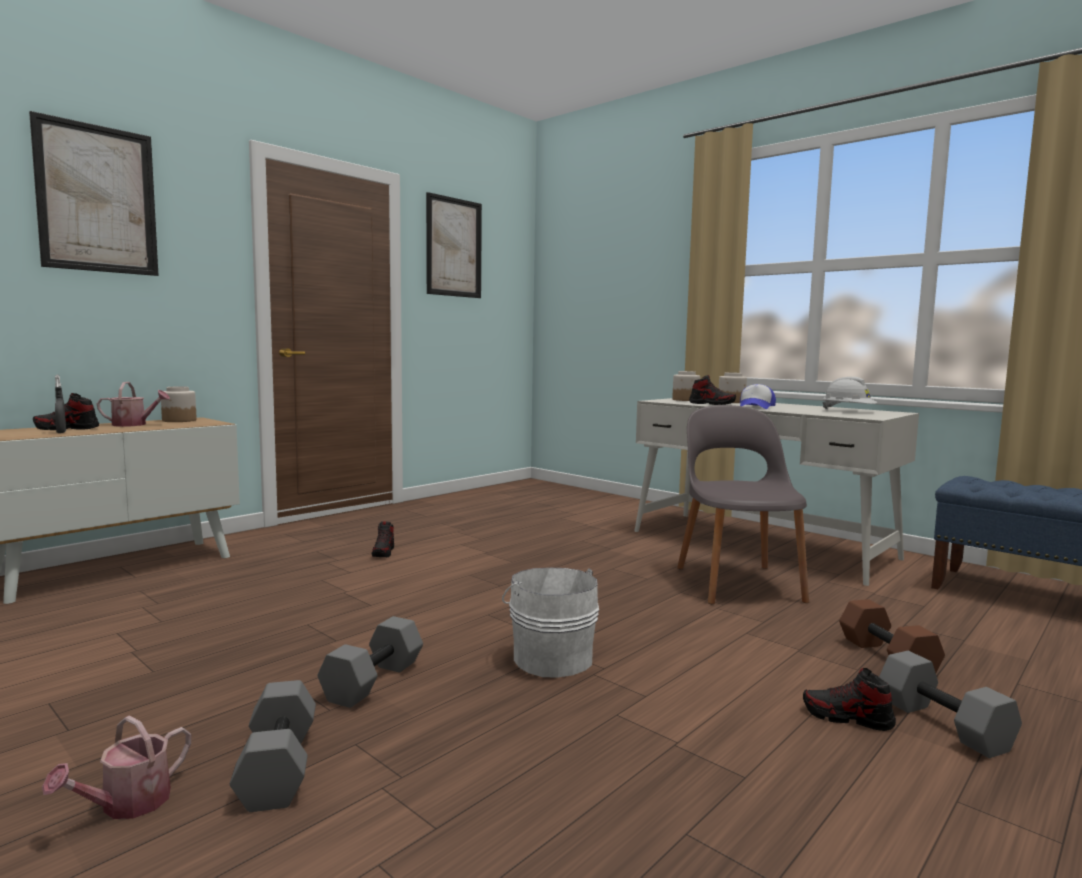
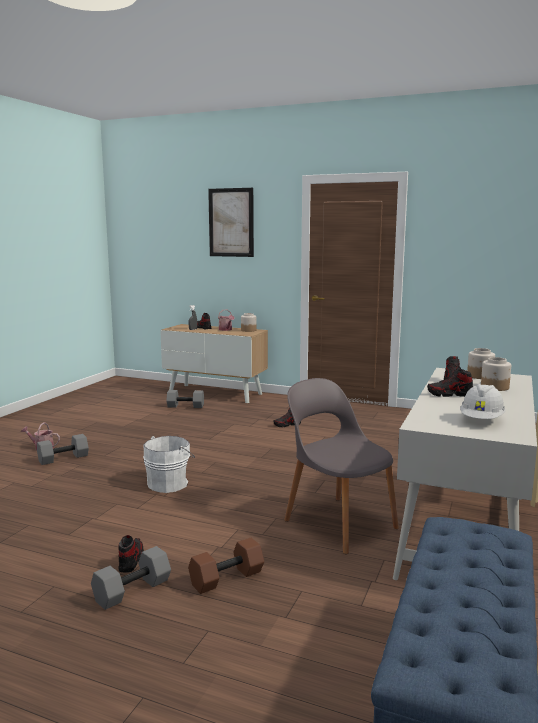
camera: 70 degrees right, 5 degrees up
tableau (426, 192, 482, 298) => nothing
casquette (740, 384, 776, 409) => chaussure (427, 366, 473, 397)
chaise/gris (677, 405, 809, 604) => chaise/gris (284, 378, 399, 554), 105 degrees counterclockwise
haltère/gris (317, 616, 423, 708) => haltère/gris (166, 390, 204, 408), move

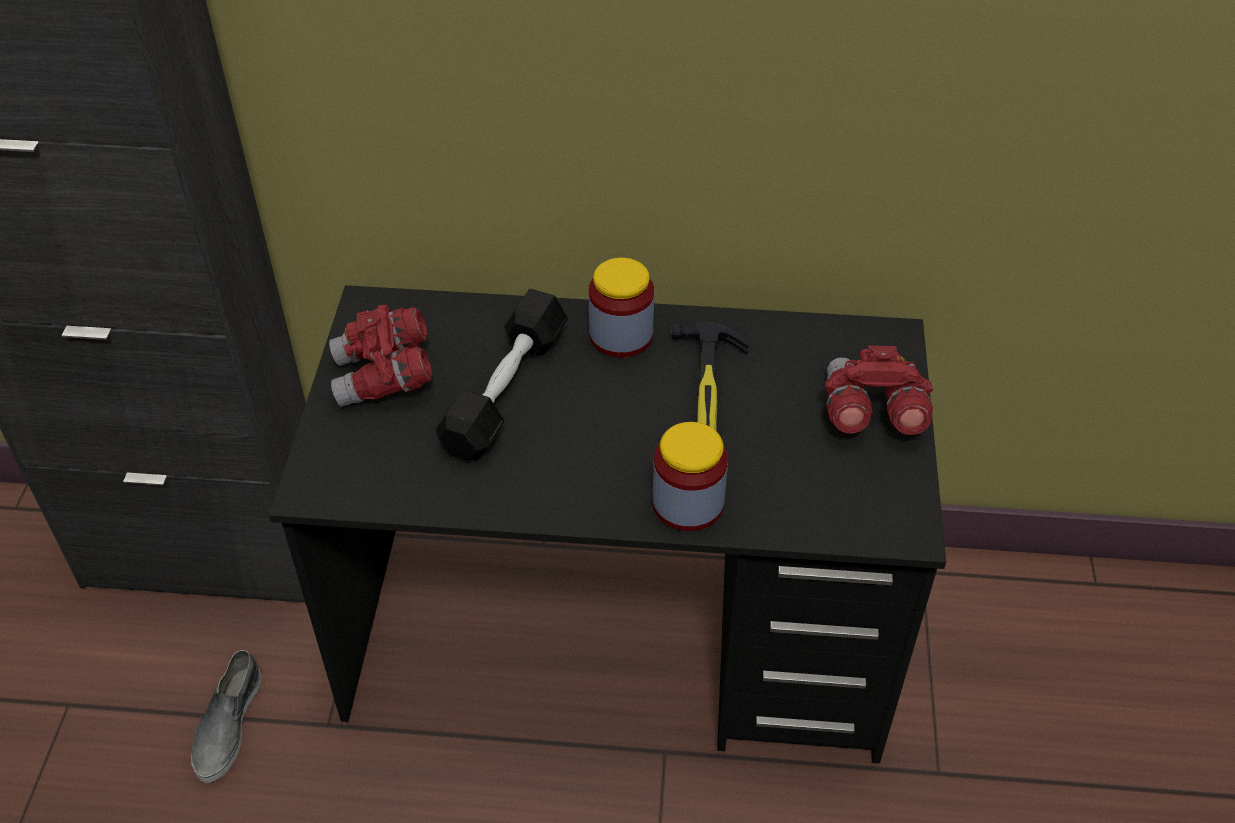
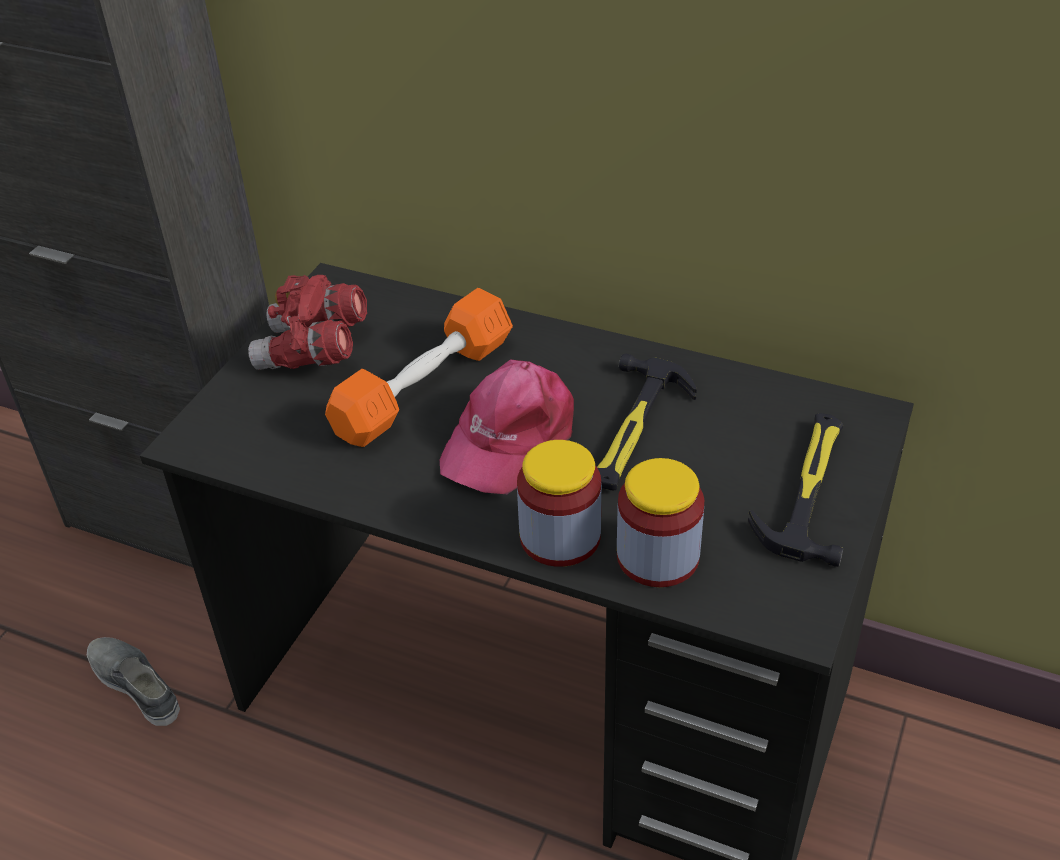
camera: 20 degrees right, 5 degrees down
bocal (589, 258, 654, 358) => bocal (617, 458, 704, 587), move
haltère/noir (436, 289, 568, 461) => haltère/orange (325, 288, 513, 447)
jumelles/rouge (825, 345, 933, 435) => marteau (748, 413, 843, 567)
chaussure/gris (191, 650, 262, 783) => chaussure/gris (87, 637, 180, 726), 105 degrees clockwise
nothing => casquette/rose (439, 359, 574, 494)

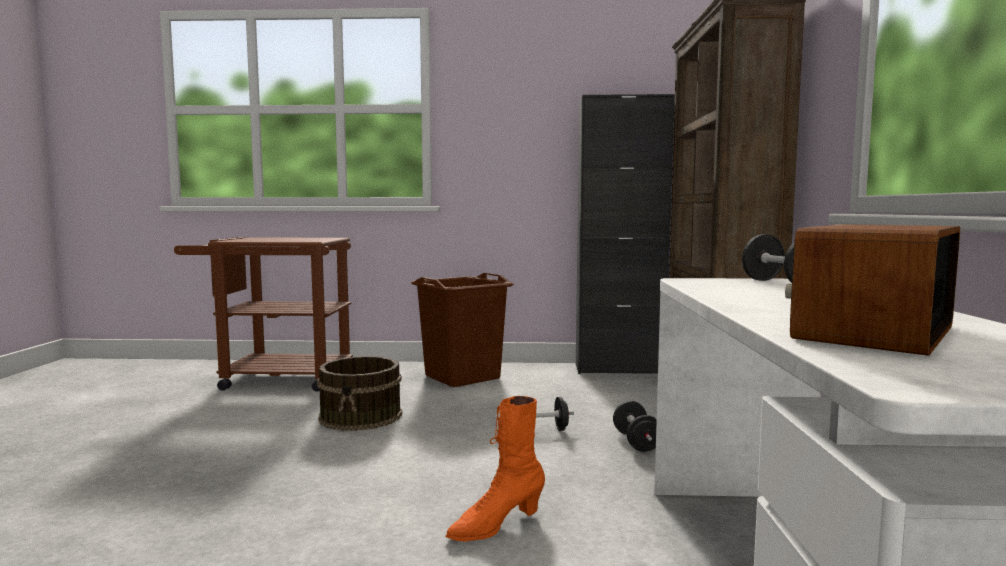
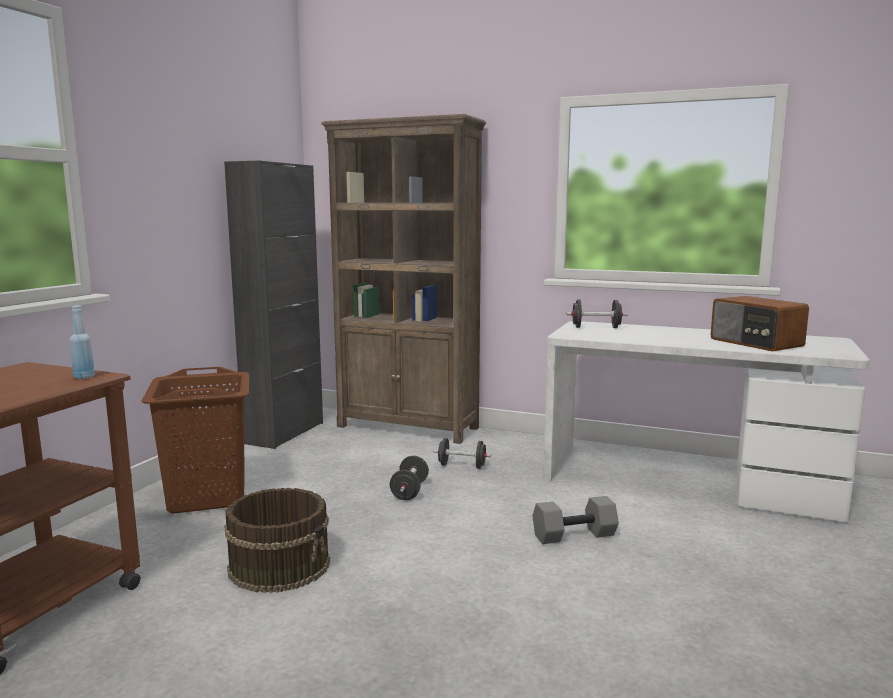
camera: 70 degrees left, 5 degrees up
botte/orange (445, 396, 545, 542) => haltère/gris (532, 496, 619, 544)
nothing => bouteille/bleu (70, 305, 95, 379)

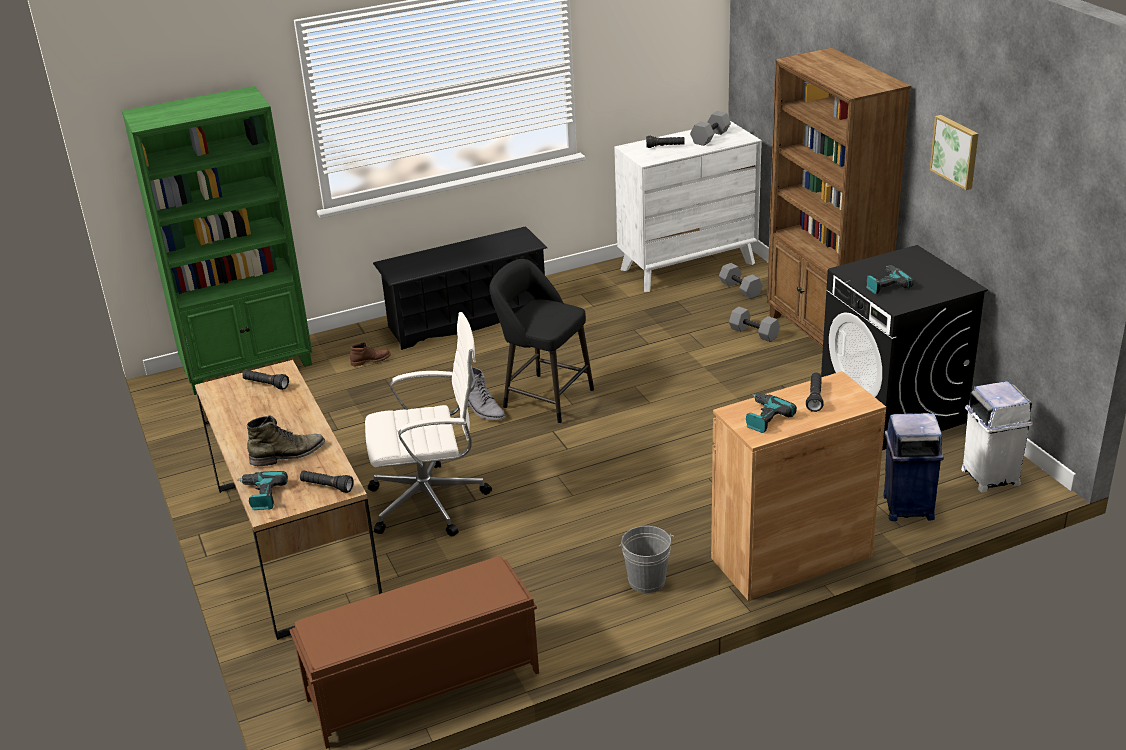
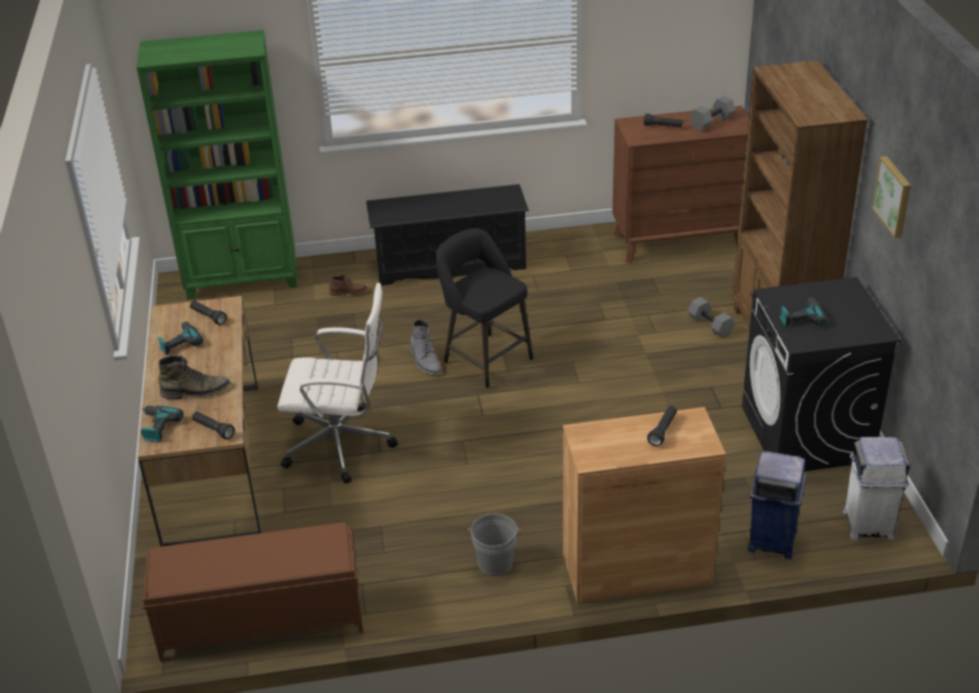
camera: 15 degrees right, 5 degrees up
commode/blanc (614, 121, 762, 292) => commode/marron (612, 106, 749, 264)
haltère/gris (719, 263, 763, 299) => nothing
perceuse (746, 392, 797, 433) => perceuse (158, 322, 203, 355), move

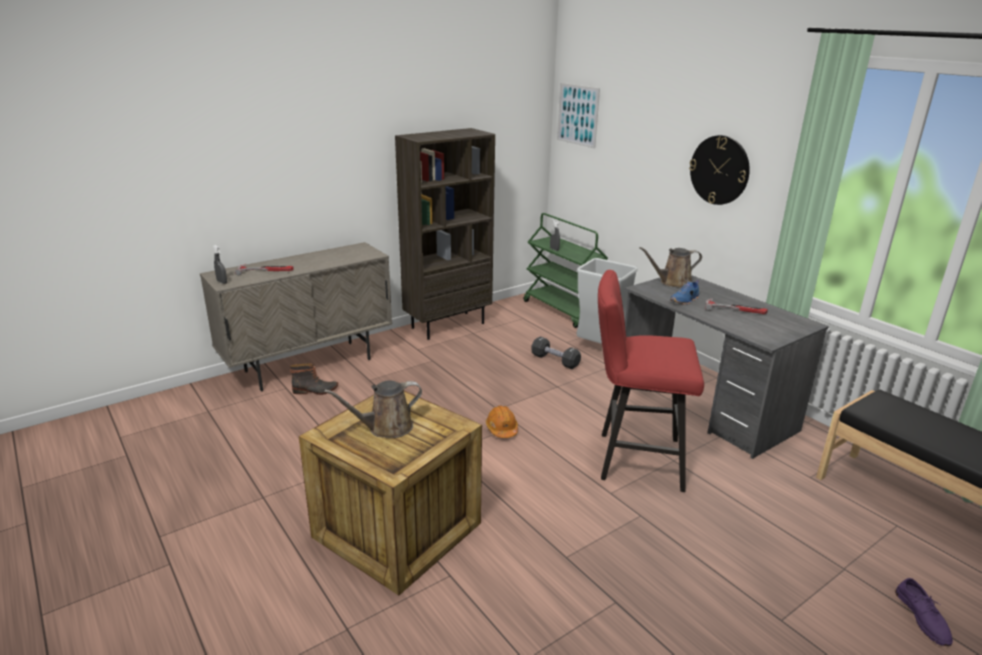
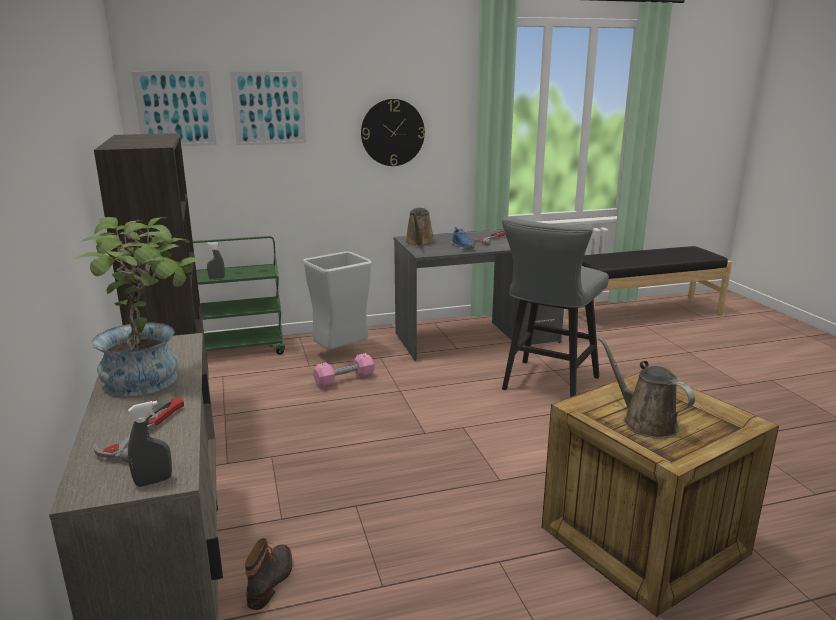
camera: 70 degrees left, 5 degrees down
tabouret/rouge (598, 270, 704, 492) => tabouret/gris (502, 217, 609, 397)
haltère/noir (531, 336, 581, 369) => haltère/rose (313, 353, 375, 388)
arrosoir/marron (324, 380, 422, 438) => arrosoir/marron (599, 337, 695, 438), 150 degrees clockwise
casque de chantier/orange (486, 405, 518, 438) => nothing
chaussure/violet (895, 578, 953, 646) => nothing
nothing => tableau (230, 72, 306, 145)
nothing => plante en pot (75, 217, 200, 397)

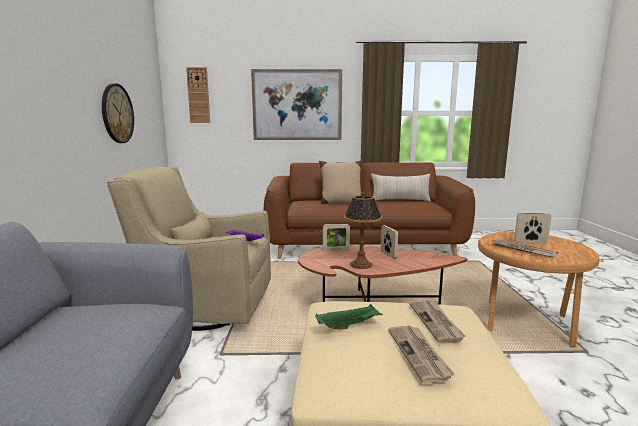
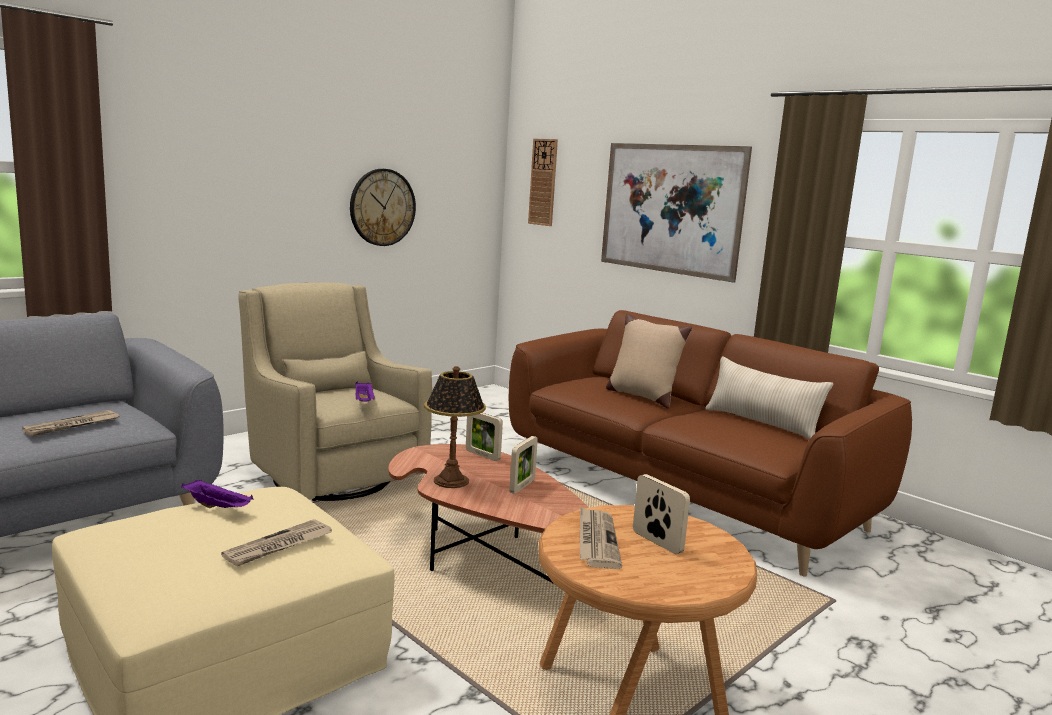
camera: 45 degrees right, 0 degrees up
plateau/vert (315, 304, 383, 329) => plateau/violet (181, 479, 253, 508)
journal (388, 325, 454, 384) => journal (22, 410, 120, 436), move

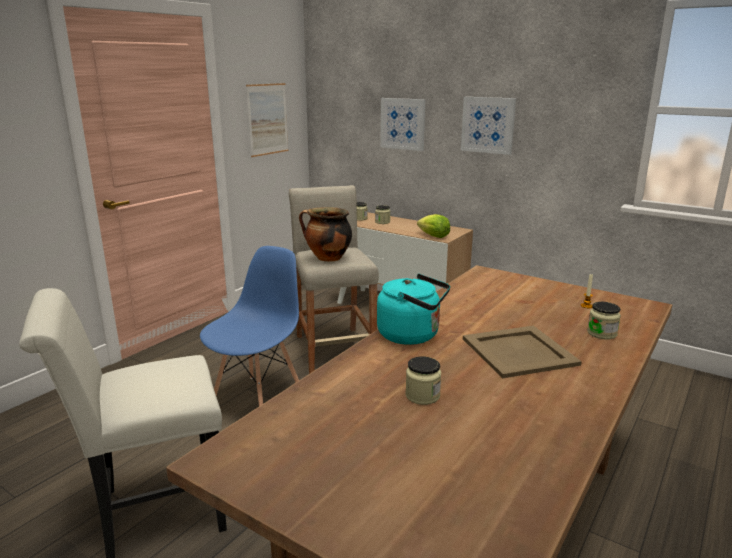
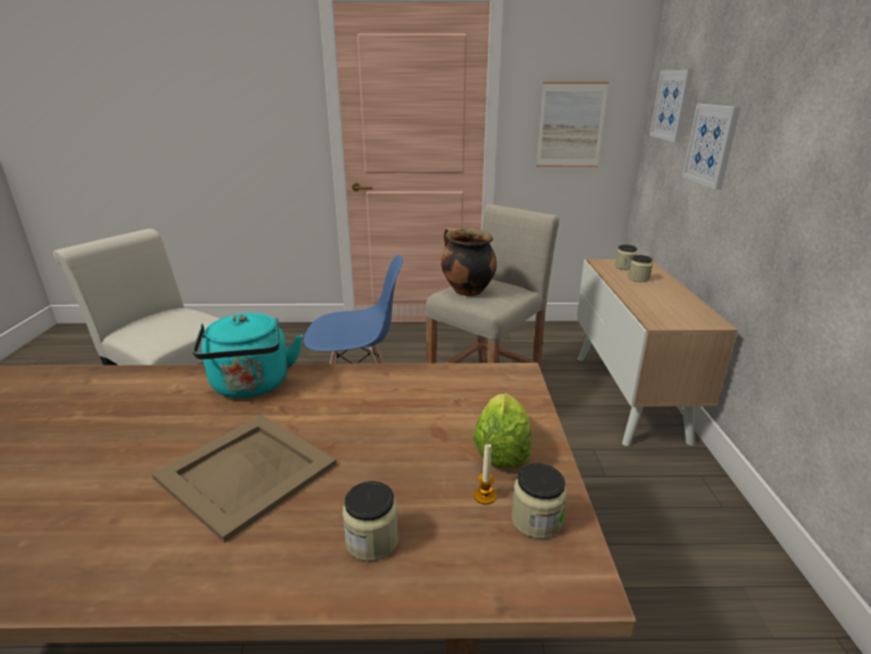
camera: 55 degrees right, 5 degrees up
tableau (461, 97, 516, 155) => tableau (650, 70, 693, 142), move
laitue (417, 214, 450, 238) => laitue (473, 393, 531, 468), move
bocal (406, 357, 441, 405) => bocal (511, 463, 567, 539), move

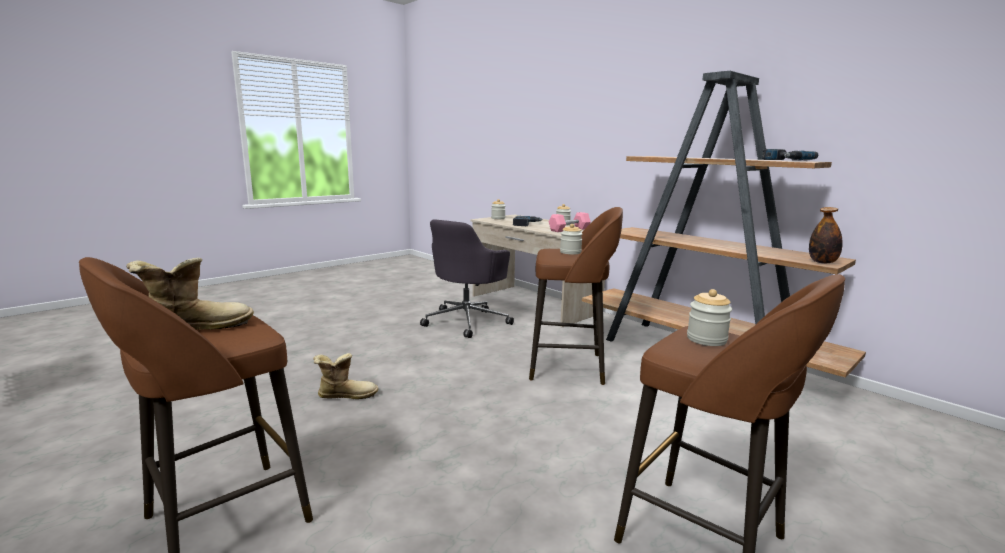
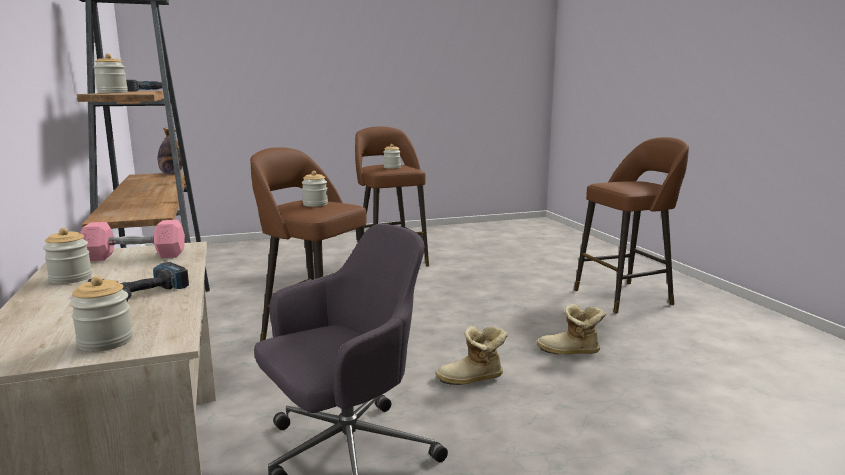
camera: 155 degrees left, 0 degrees up
botte (126, 258, 254, 330) => botte (435, 326, 508, 385), move
nothing => bocal (94, 54, 128, 93)

